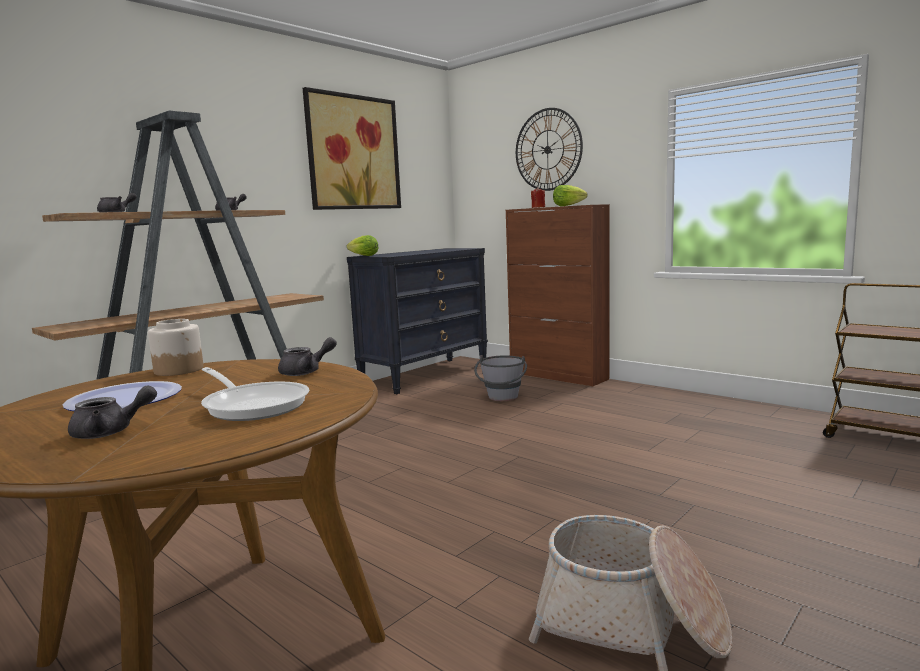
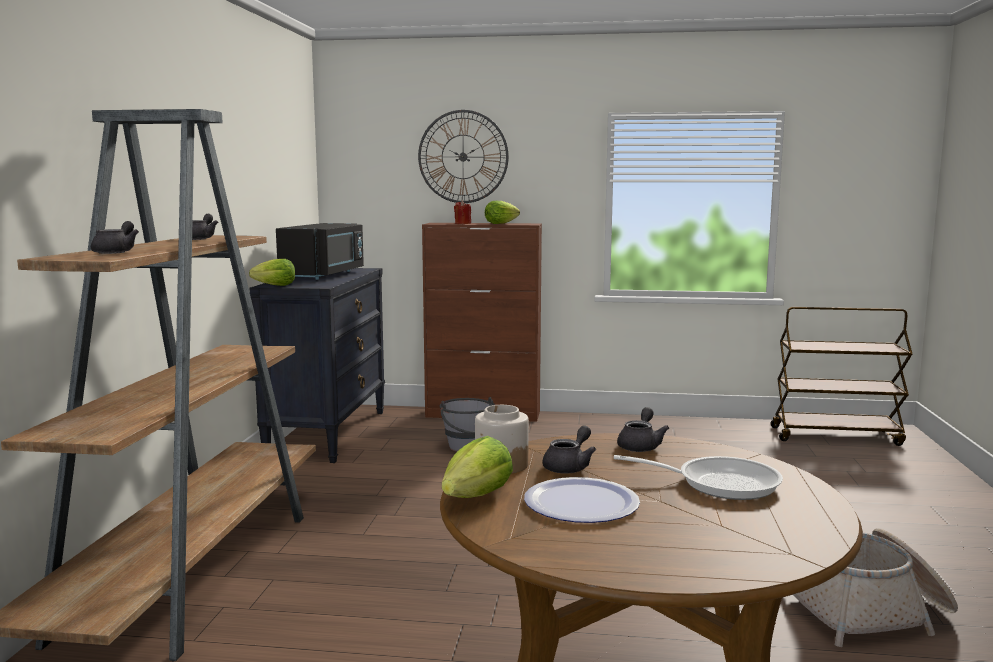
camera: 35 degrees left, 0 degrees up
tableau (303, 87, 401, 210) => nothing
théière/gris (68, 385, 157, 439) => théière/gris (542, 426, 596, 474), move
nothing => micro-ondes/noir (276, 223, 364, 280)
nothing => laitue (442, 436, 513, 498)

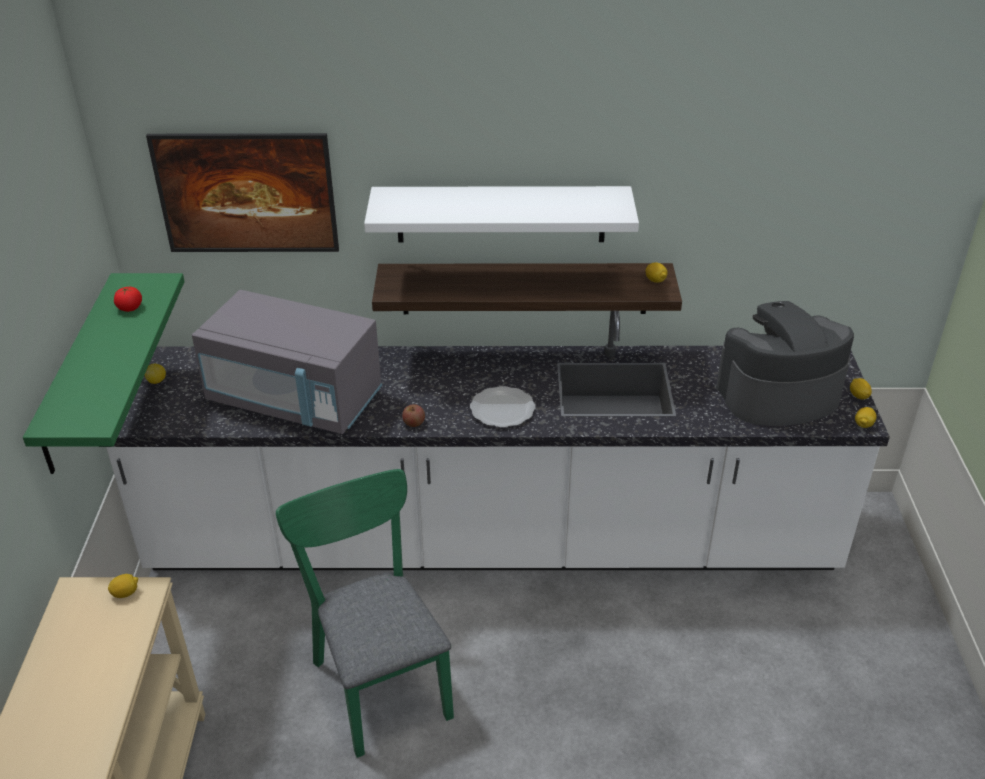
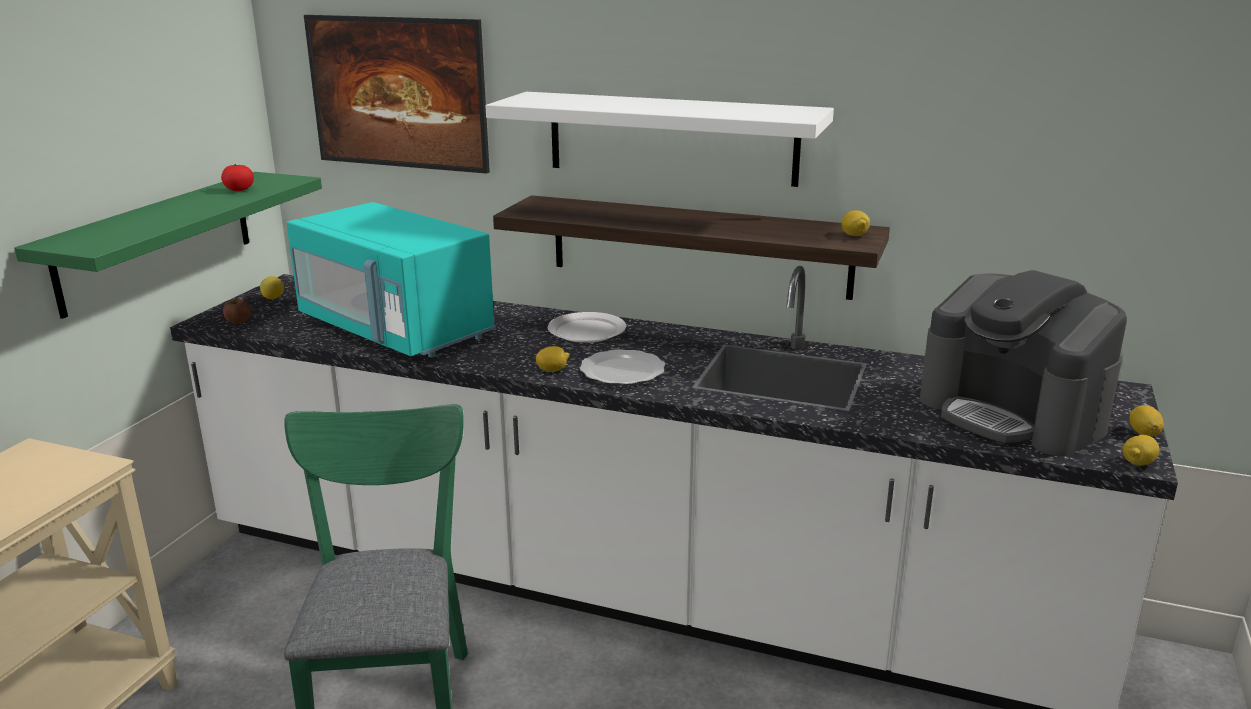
camera: 20 degrees right, 15 degrees down
micro-ondes/gris (192, 290, 382, 434) => micro-ondes/turquoise (286, 202, 496, 357)
machine à café (716, 301, 854, 426) => machine à café (920, 270, 1127, 456), 135 degrees counterclockwise
pomme (402, 404, 425, 427) => pomme (223, 299, 251, 324), move
citron (108, 574, 138, 598) => citron (535, 346, 569, 372), move
nothing => assiette/blanc (548, 312, 626, 343)

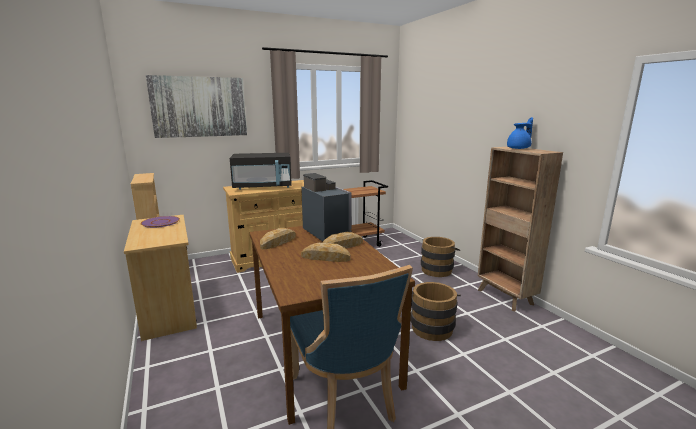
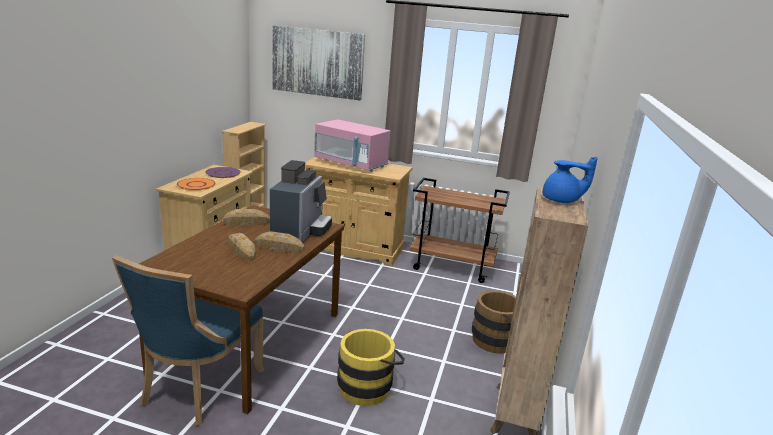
camera: 40 degrees right, 5 degrees up
micro-ondes/noir (230, 153, 292, 190) => micro-ondes/rose (314, 119, 390, 172)
seau/marron (410, 282, 461, 341) => seau/jaune (337, 329, 405, 406)
nothing => assiette/orange (177, 178, 216, 191)

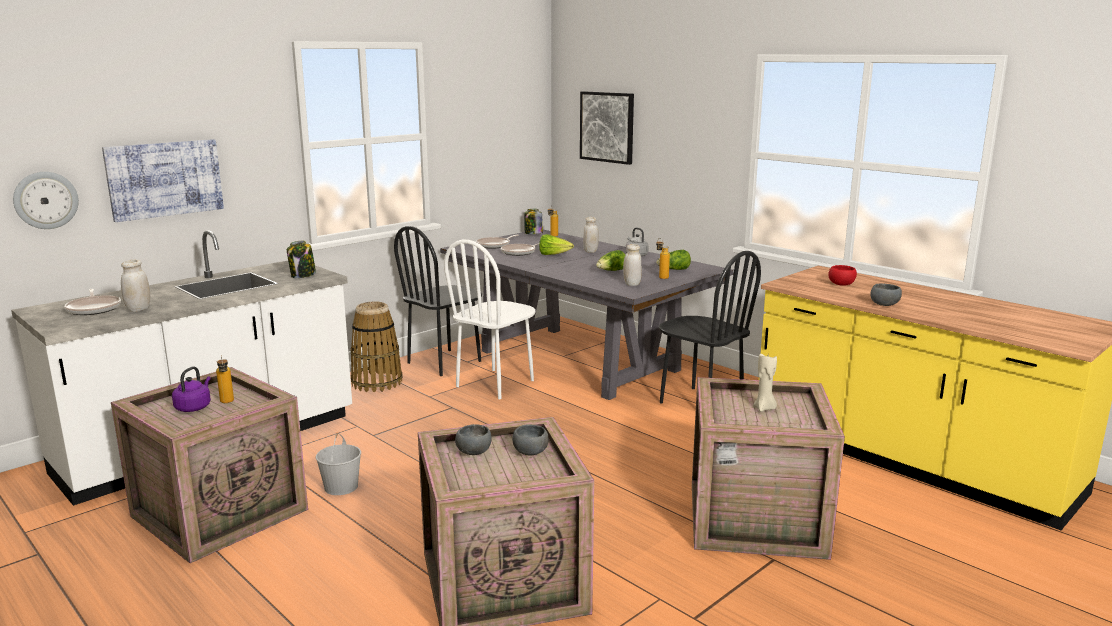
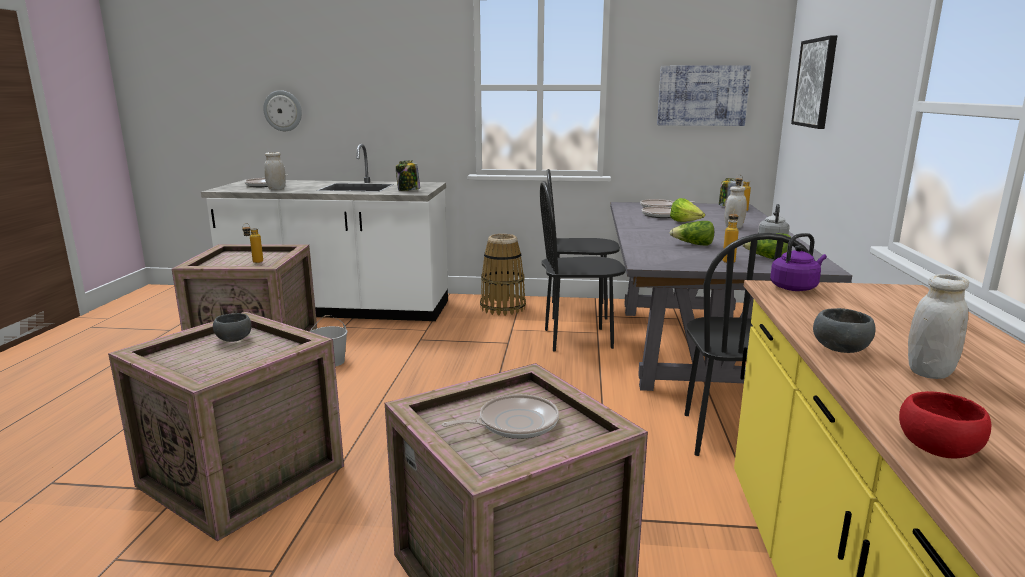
camera: 50 degrees right, 0 degrees up
tableau (102, 139, 224, 222) => tableau (657, 65, 751, 126), move
chaise/blanc (444, 240, 535, 399) => chaise/noir (540, 181, 626, 352)
bocal/blanc (623, 244, 642, 286) => bocal/blanc (908, 274, 969, 379), move
bol/rouge (828, 265, 857, 286) => bol/rouge (899, 391, 991, 459), move
bougie/beige (753, 354, 777, 412) => poêle (442, 394, 559, 439)
bouilloire/violet (172, 366, 211, 412) => bouilloire/violet (770, 233, 827, 291), move
bol/gris (512, 424, 549, 455) => nothing

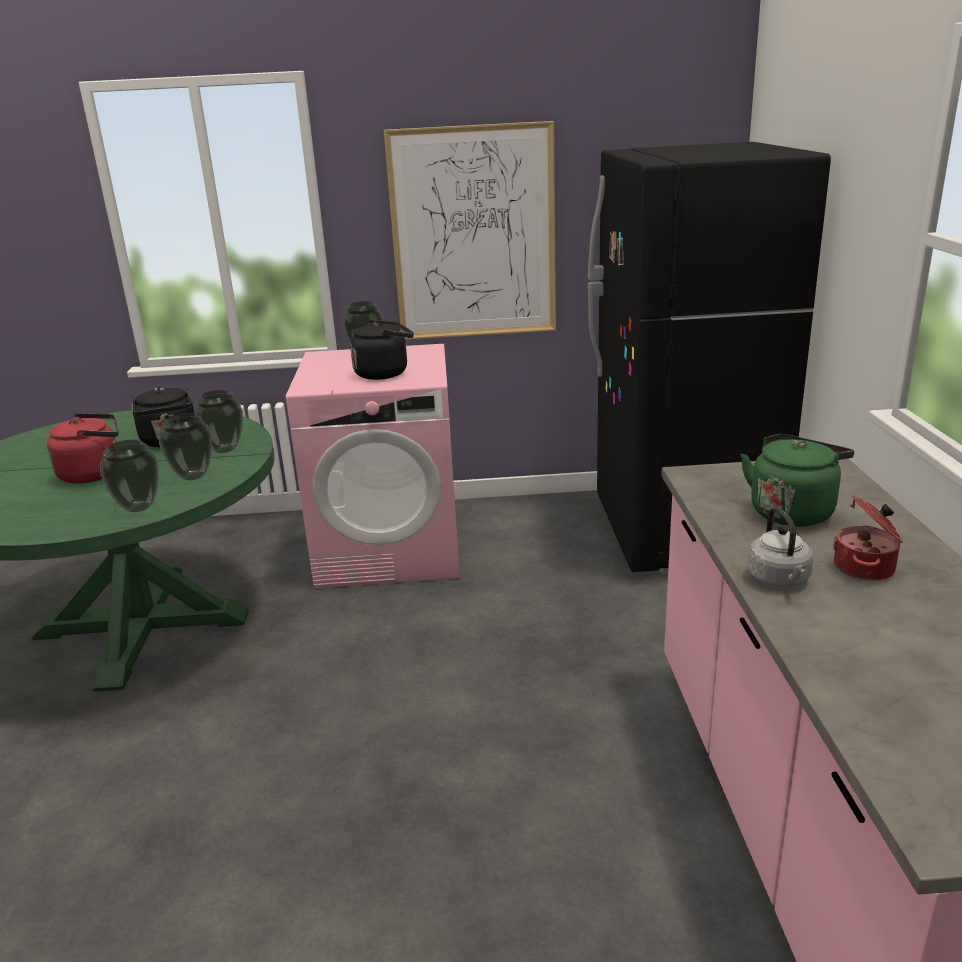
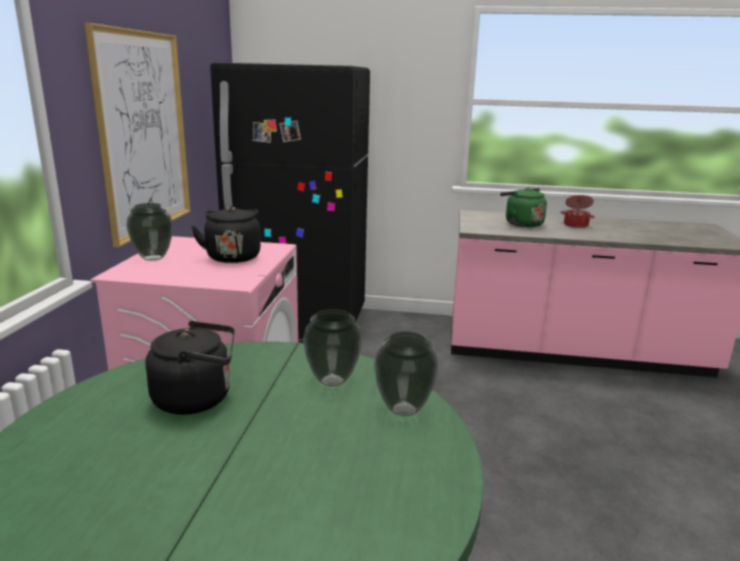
camera: 80 degrees left, 5 degrees down
vase (194, 390, 243, 453) => nothing
bouilloire/rouge (47, 413, 118, 484) => nothing
bouilloire/gris (748, 507, 813, 588) => nothing

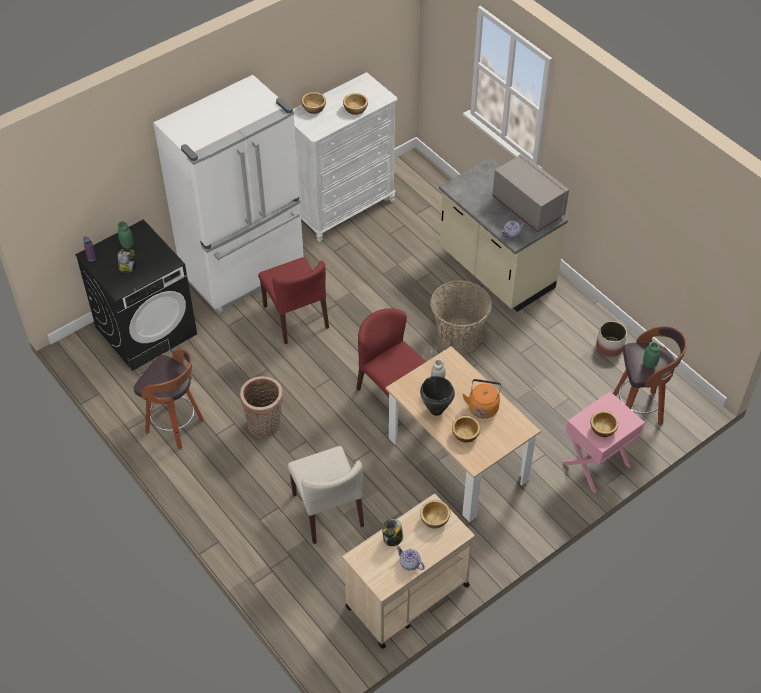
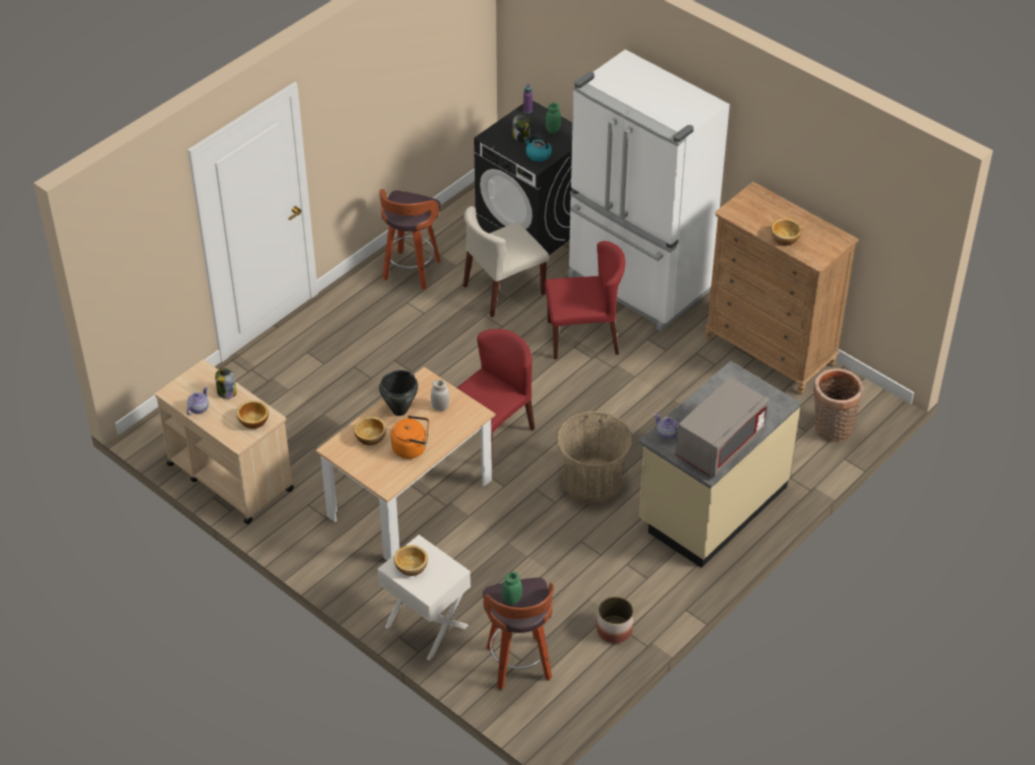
camera: 80 degrees right, 5 degrees down
commode/blanc (293, 72, 397, 242) => commode/marron (706, 182, 859, 394)
bol (301, 92, 326, 114) => nothing
chaise/rouge (258, 257, 329, 344) => chaise/rouge (545, 241, 626, 359), 150 degrees counterclockwise
panier (240, 376, 283, 438) => panier (814, 368, 863, 442), move
table de chevet/rose (562, 392, 645, 493) => table de chevet/blanc (378, 535, 471, 660)
chaise/beige (288, 446, 364, 544) => chaise/beige (463, 206, 549, 318), move
nothing => bouilloire (523, 134, 552, 162)

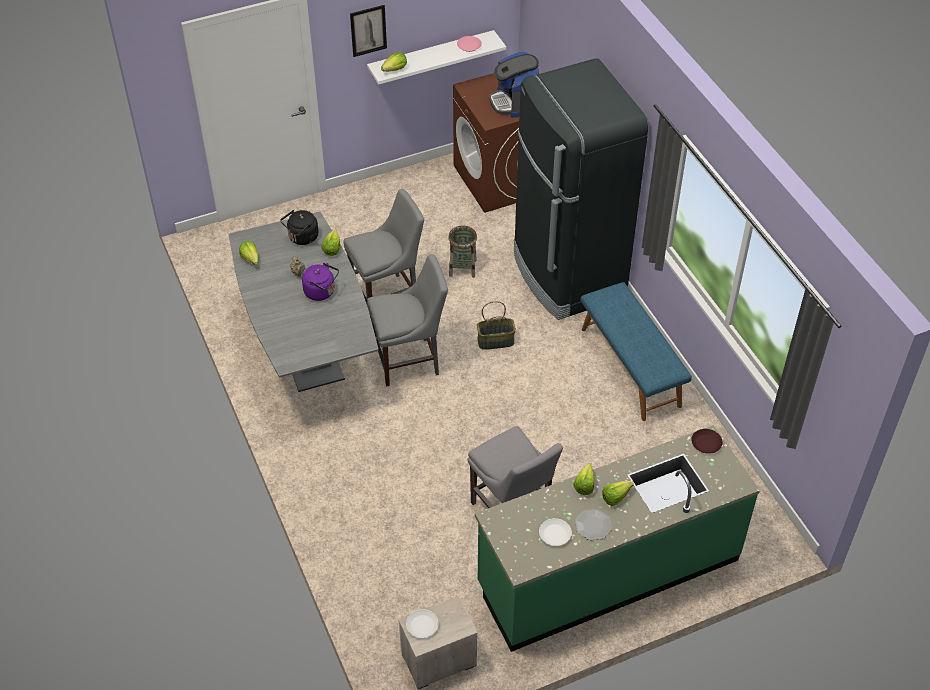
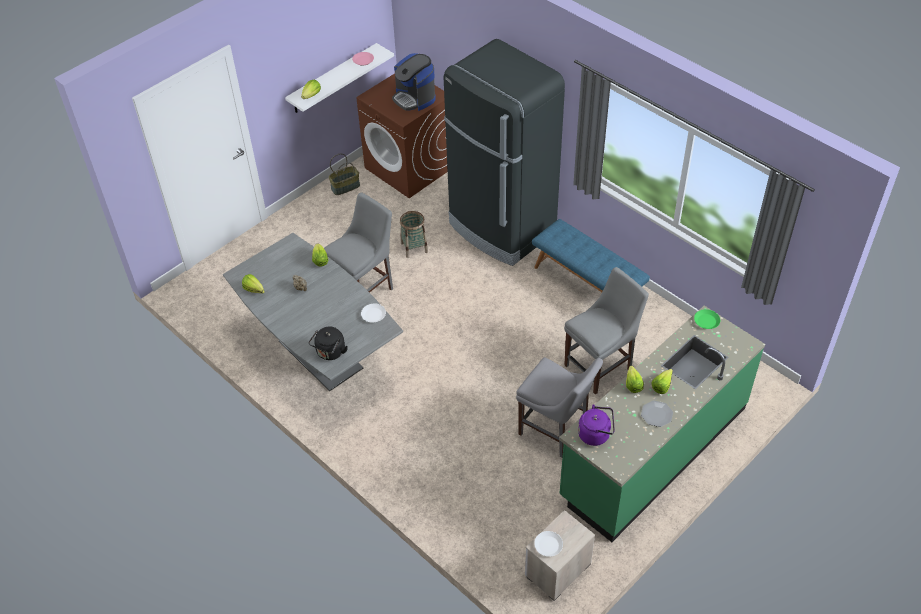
camera: 20 degrees left, 0 degrees up
tableau (350, 5, 387, 57) => nothing
bouilloire/noir (280, 210, 319, 245) => bouilloire/noir (309, 327, 348, 360), move
chaise/gris (367, 254, 448, 387) => chaise/gris (564, 267, 649, 394), move
bouilloire/violet (302, 263, 339, 301) => bouilloire/violet (578, 404, 615, 446), move
panier (477, 301, 516, 350) => panier (329, 154, 360, 195), move
assiette/marron (691, 429, 723, 454) => assiette/vert (694, 309, 720, 329)
assiette/blanc (539, 518, 572, 546) => assiette/blanc (361, 303, 386, 323), move

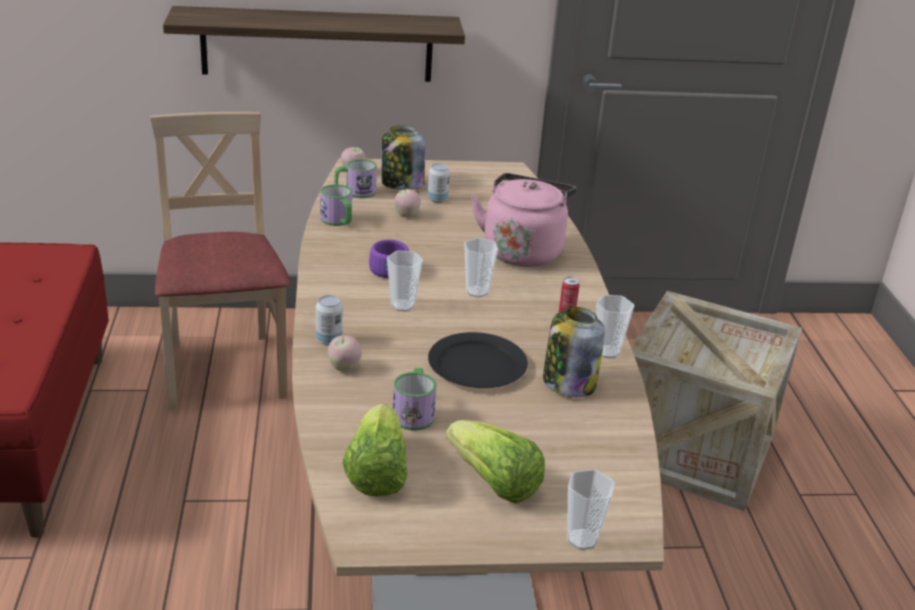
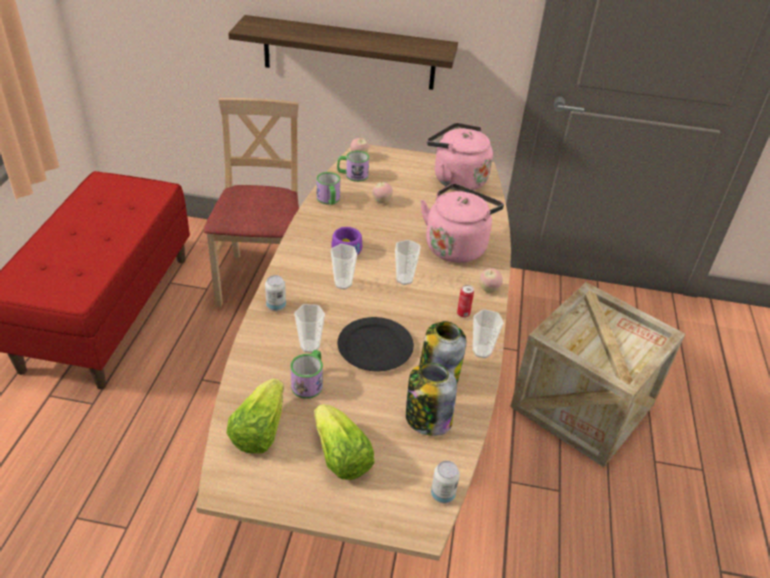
camera: 15 degrees right, 10 degrees up
bocal (382, 126, 425, 190) => bocal (406, 363, 457, 436), move
boîte métallique (428, 163, 450, 203) => boîte métallique (431, 461, 460, 504), move
pomme (328, 335, 362, 372) => pomme (480, 268, 503, 293), move
tasse (567, 469, 615, 550) => tasse (294, 304, 325, 353), move
nothing => bouilloire/rose (427, 123, 493, 191)

